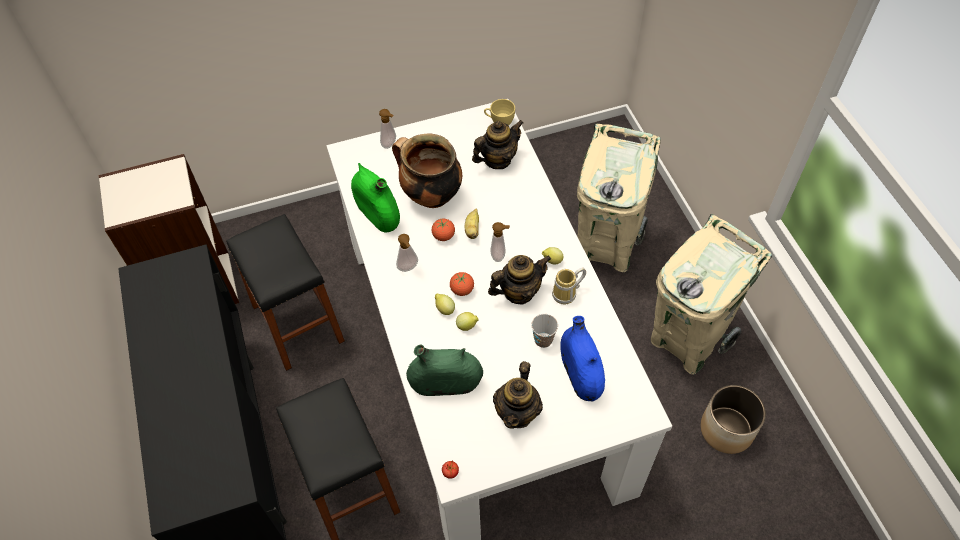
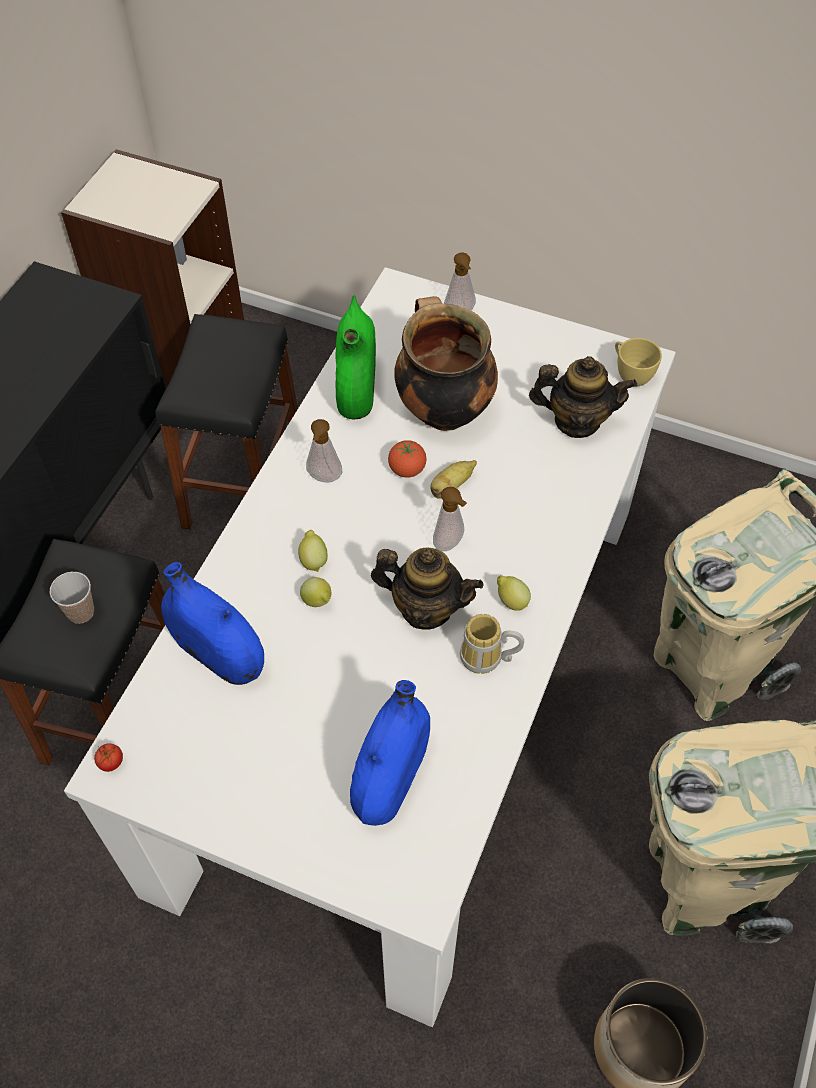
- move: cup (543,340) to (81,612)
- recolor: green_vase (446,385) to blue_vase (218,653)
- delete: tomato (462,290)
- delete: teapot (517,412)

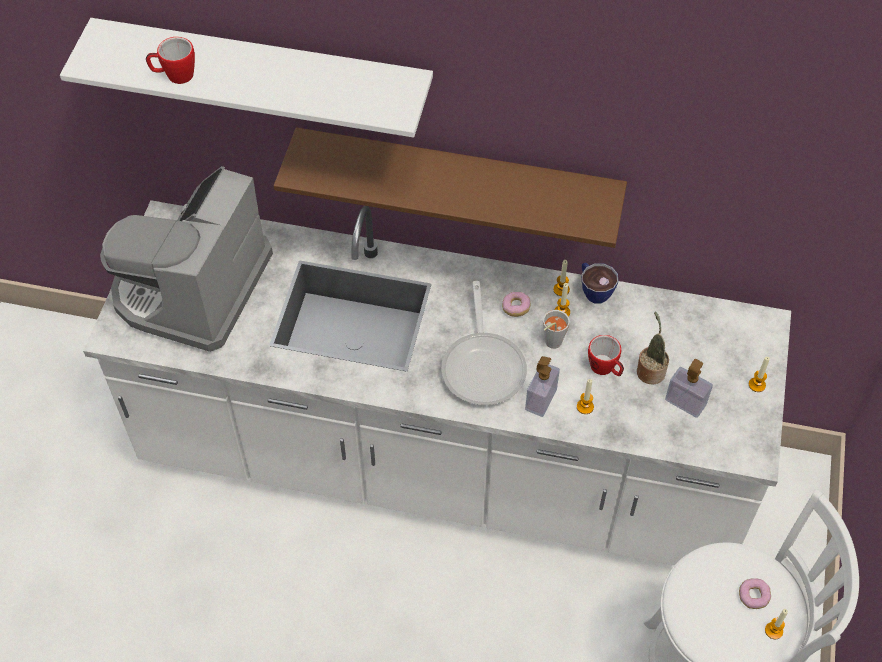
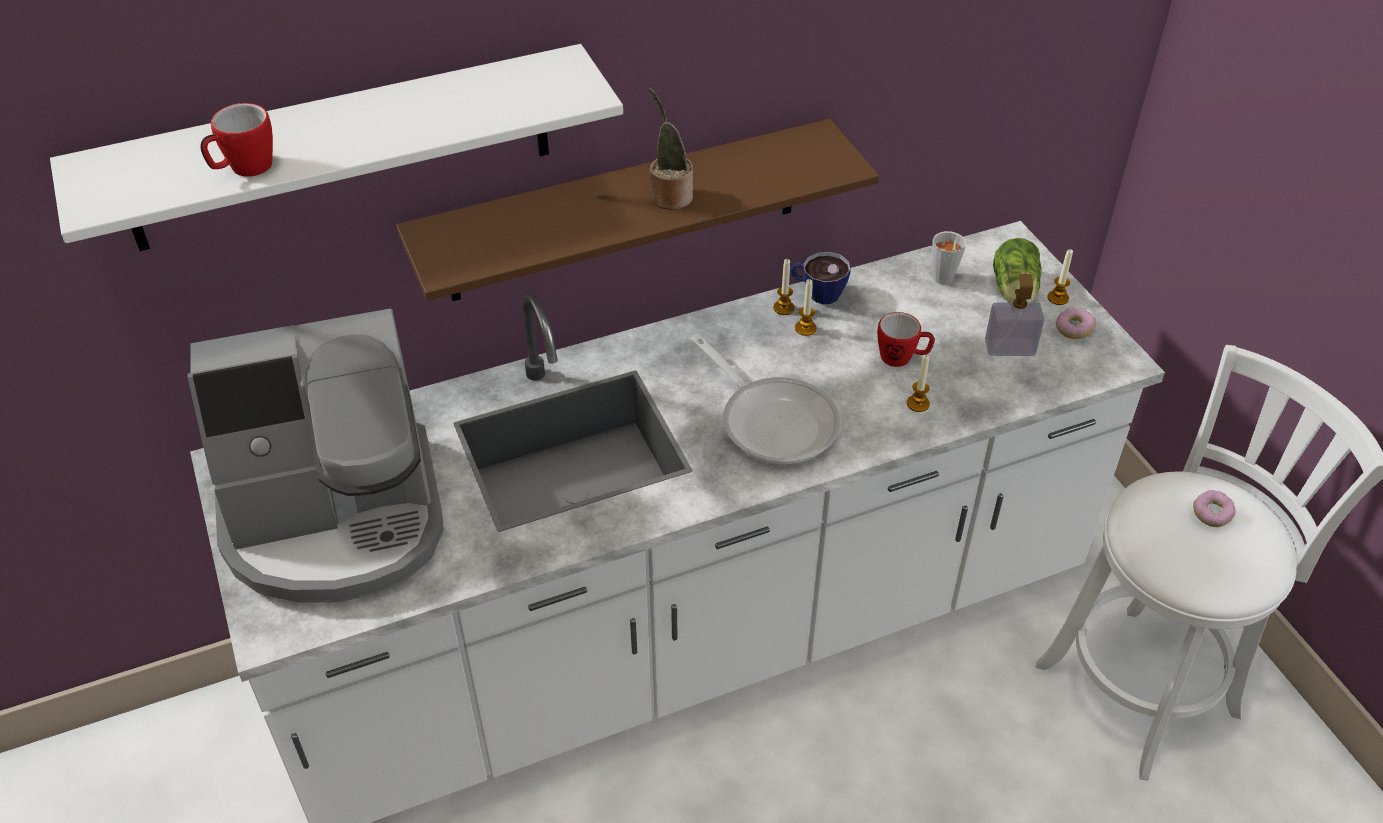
- rotate: coffee_machine (192,288) = (336,520) 90 degrees counterclockwise
- move: potted_plant (650,370) to (669,196)
- move: grey_cup (550,344) to (942,281)
- insert: lettuce (1014,293)
- move: donut (516,308) to (1074,330)
- delete: soap_dispenser (541,399)
- delete: candle (773,630)

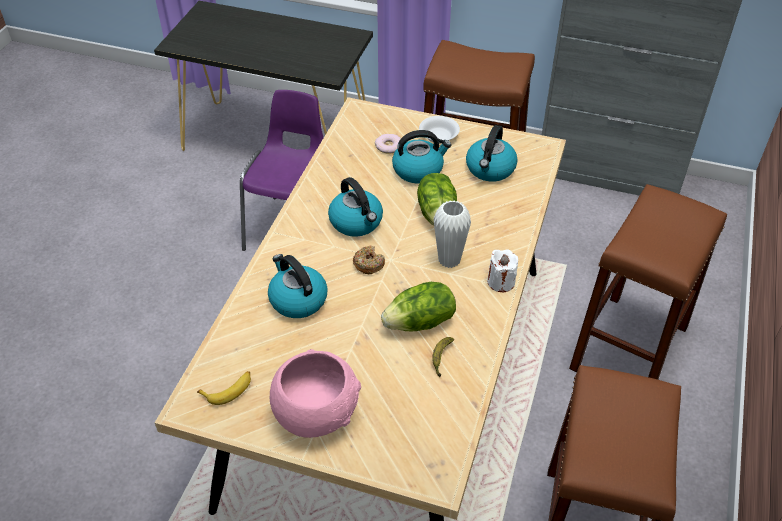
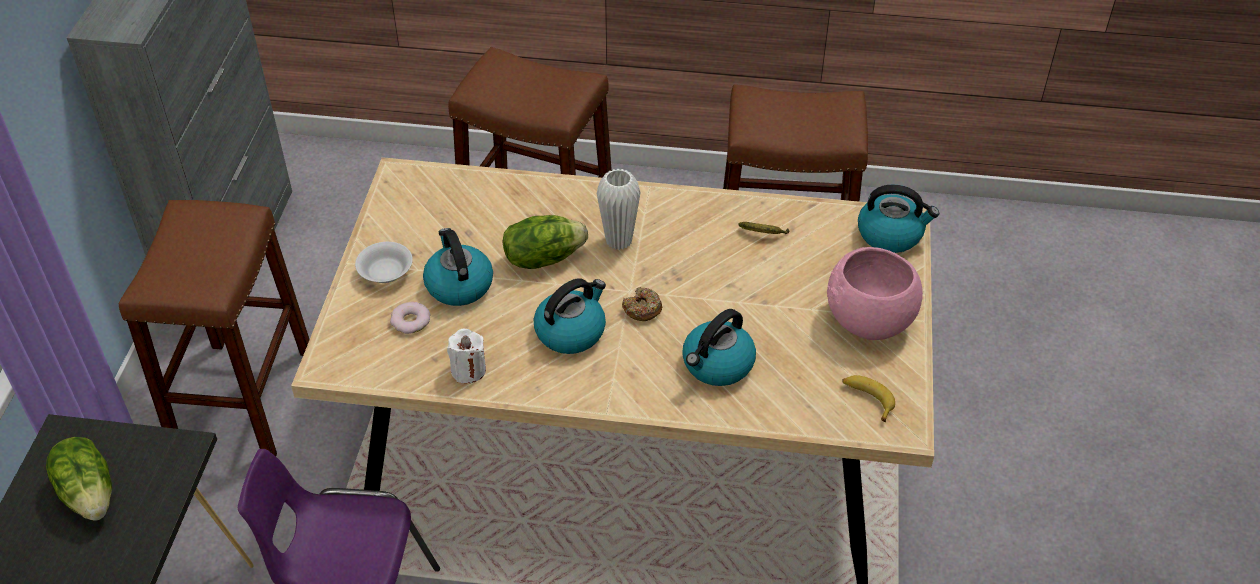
- move: lettuce (420,322) to (90,493)
- move: white_candle (501,282) to (468,370)
- move: kettle (490,169) to (891,234)

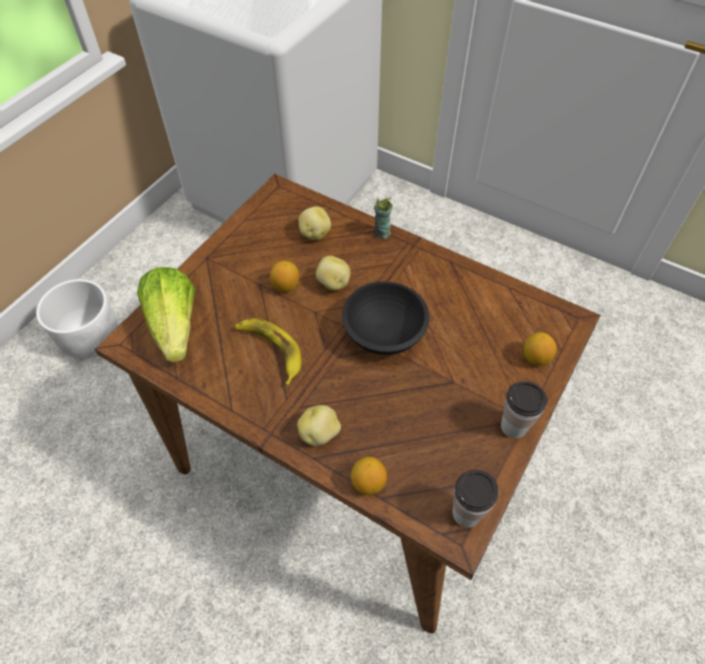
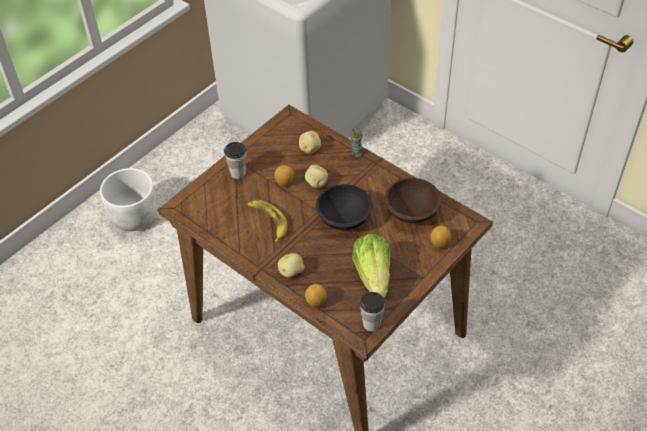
- move: cup (513,426) to (238,173)
- move: lettuce (175,326) to (373,275)
- insert: brown_bowl (410,211)

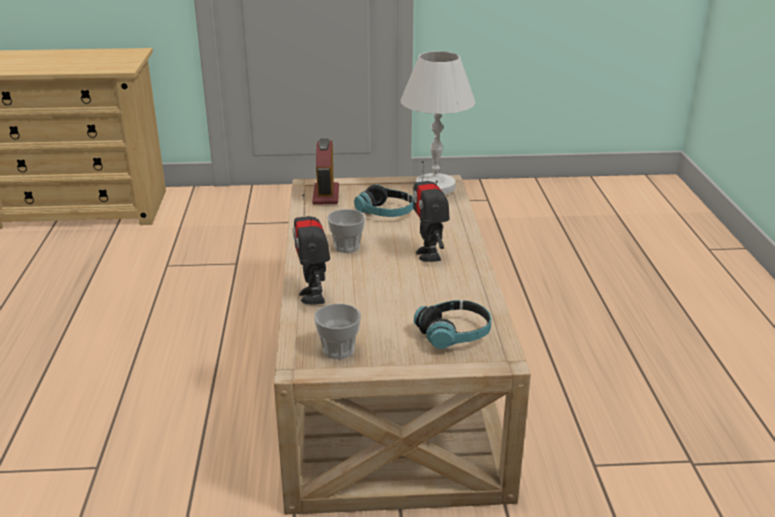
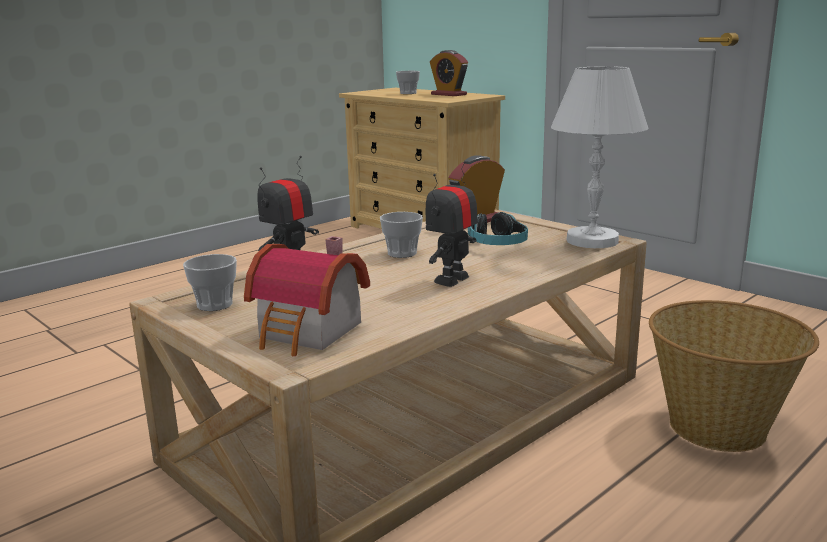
- replace: headphones (454,334) to toy_house (309,332)
- insert: cup (408,93)
- insert: alarm_clock (448,94)
- insert: basket (718,426)

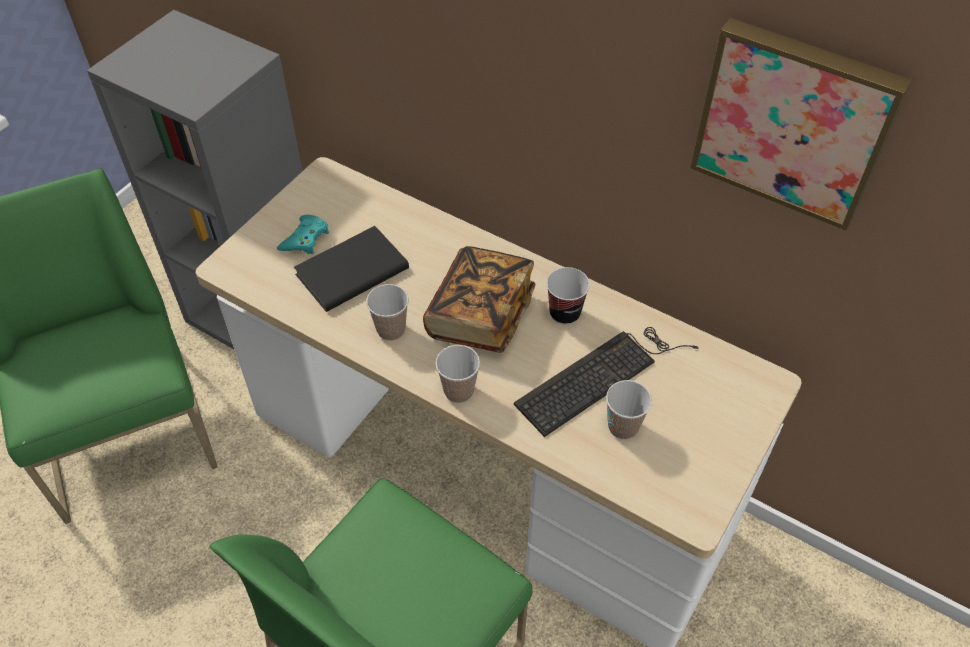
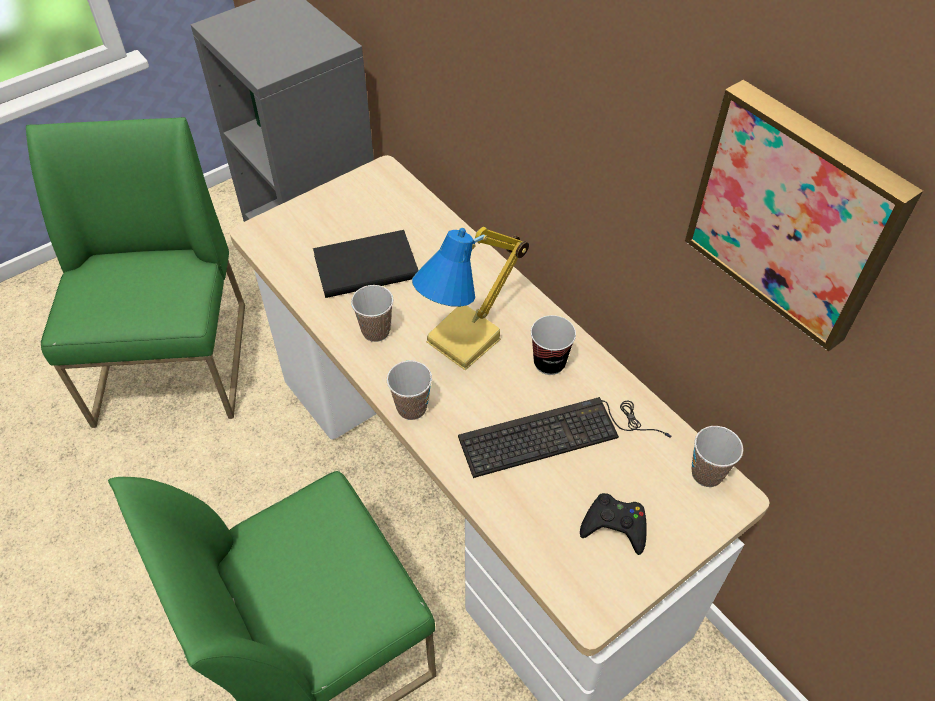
- replace: book (480,315) to table_lamp (466,341)
- insert: black_game_controller (615,526)
- move: cup (623,427) to (707,474)
- delete: turquoise_game_controller (305,239)

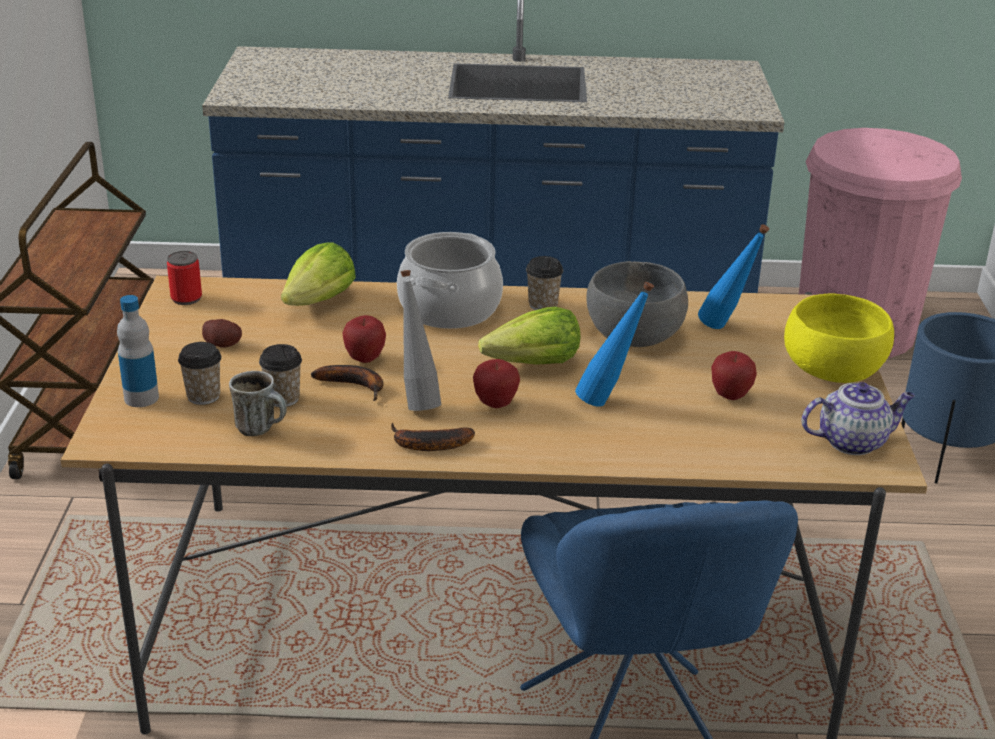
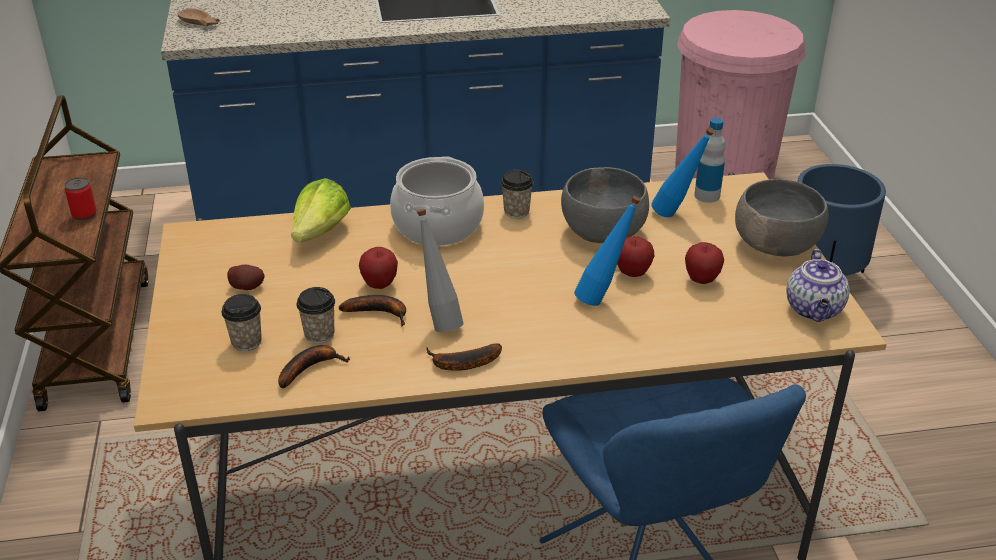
- move: can (186,298) to (84,214)
- insert: brown_bowl (199,23)
- replace: mug (262,429) to banana (310,368)
- move: apple (495,404) to (632,273)
- move: bottle (141,398) to (707,195)
- recolor: yellow_bowl (832,371) to grey_bowl (775,245)
- rotate: teapot (853,442) = (814,310) 120 degrees clockwise
- delete: lettuce (534,364)

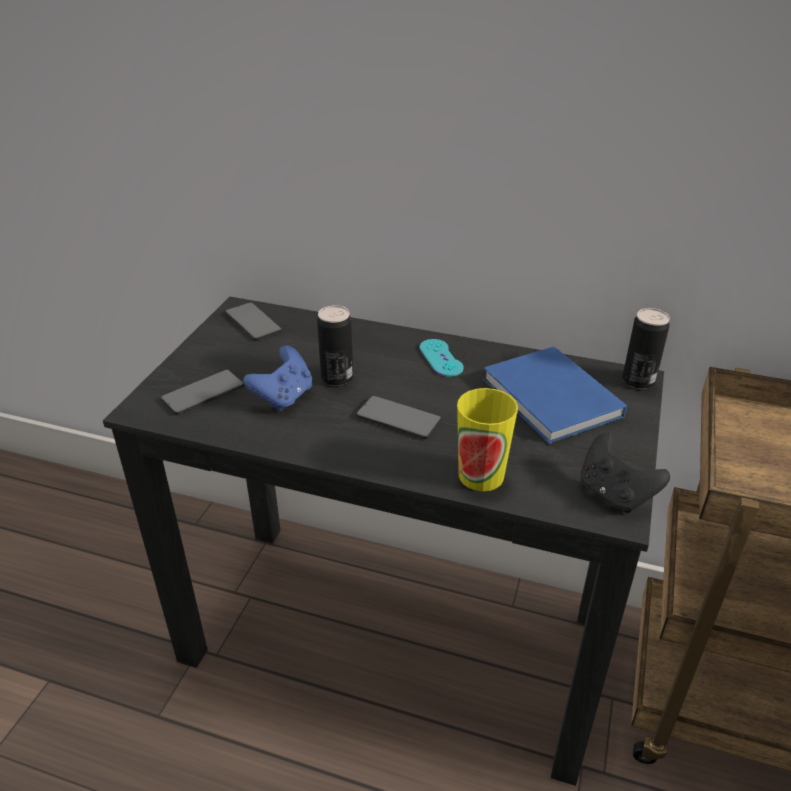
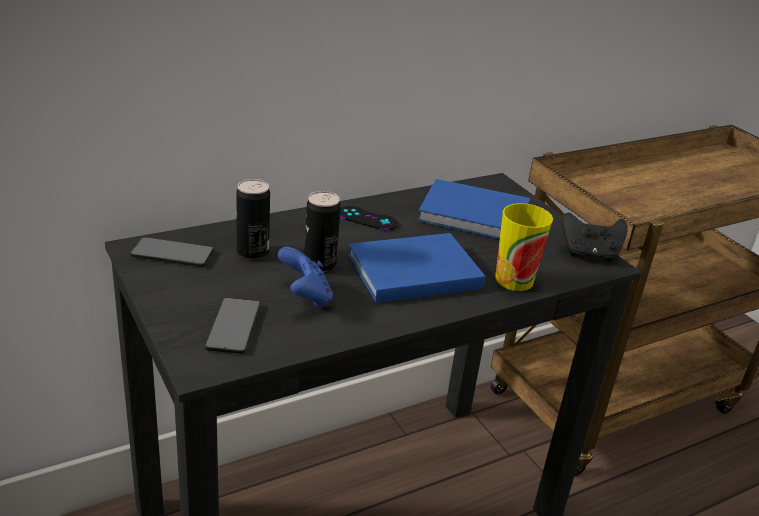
- move: can (638,380) to (252,252)
- recolor: turquoise_game_controller (441,358) to black_game_controller (367,218)
- replace: phone (398,418) to blue_book (410,271)

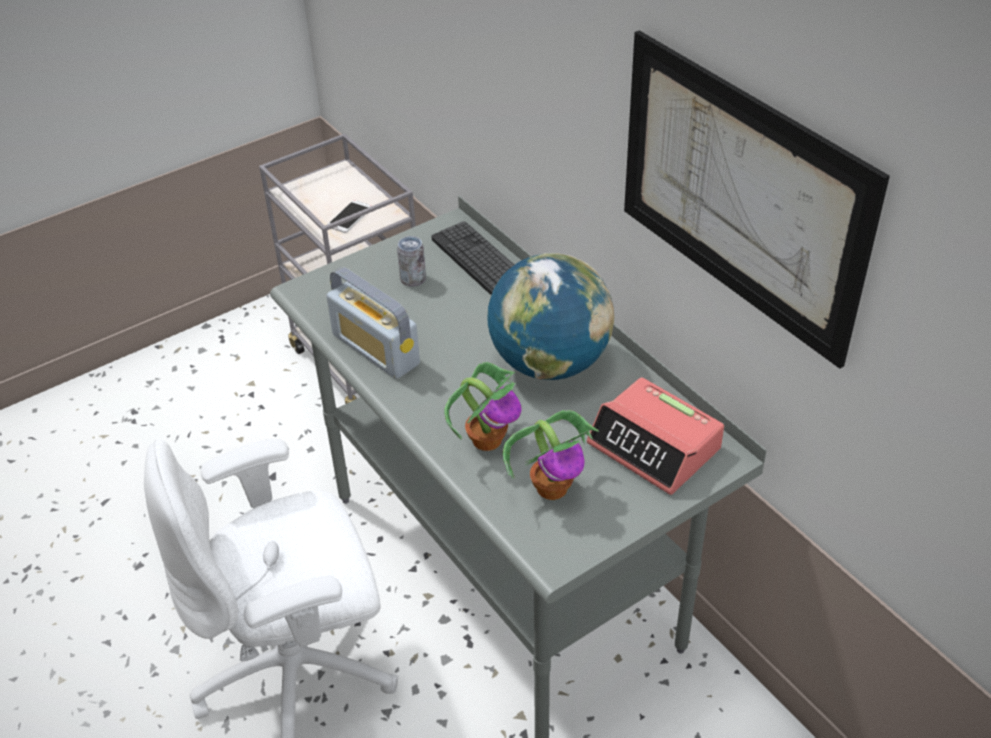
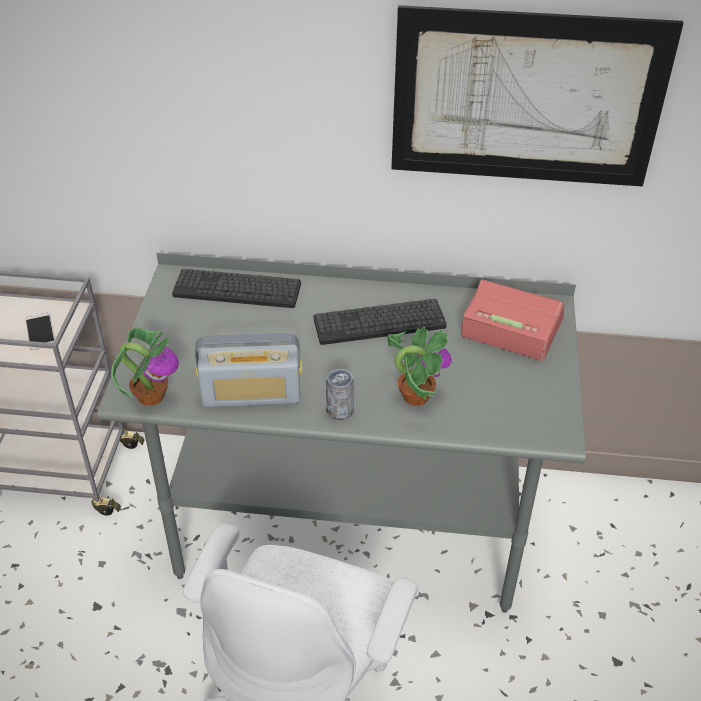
- move: potted_plant (552,487) to (151,395)
- replace: globe (550,363) to keyboard (379,323)
- move: can (413,279) to (340,411)
- rotate: alarm_clock (655,446) = (511,328) 150 degrees counterclockwise

